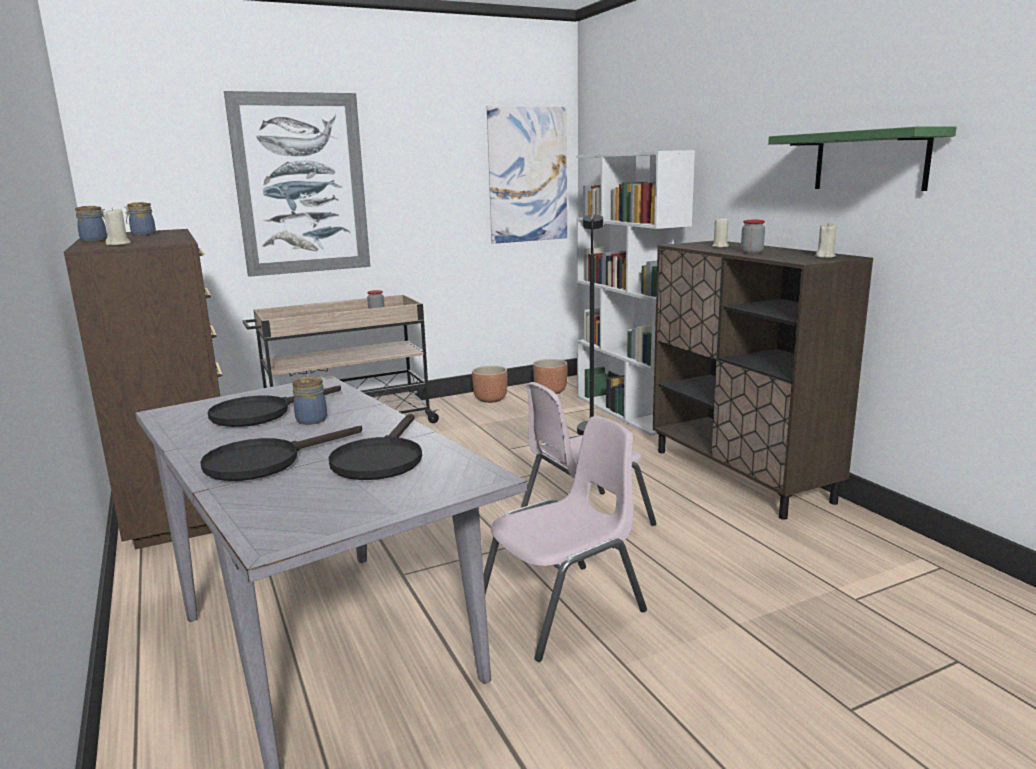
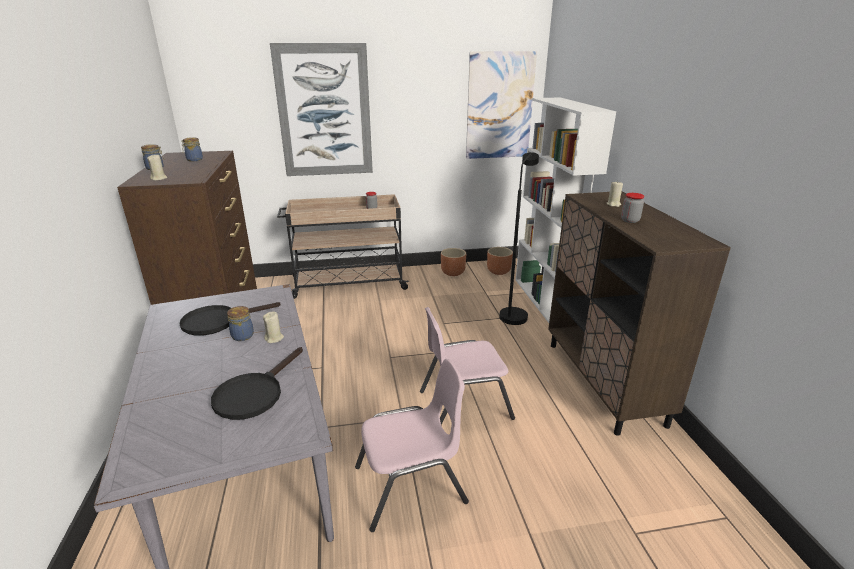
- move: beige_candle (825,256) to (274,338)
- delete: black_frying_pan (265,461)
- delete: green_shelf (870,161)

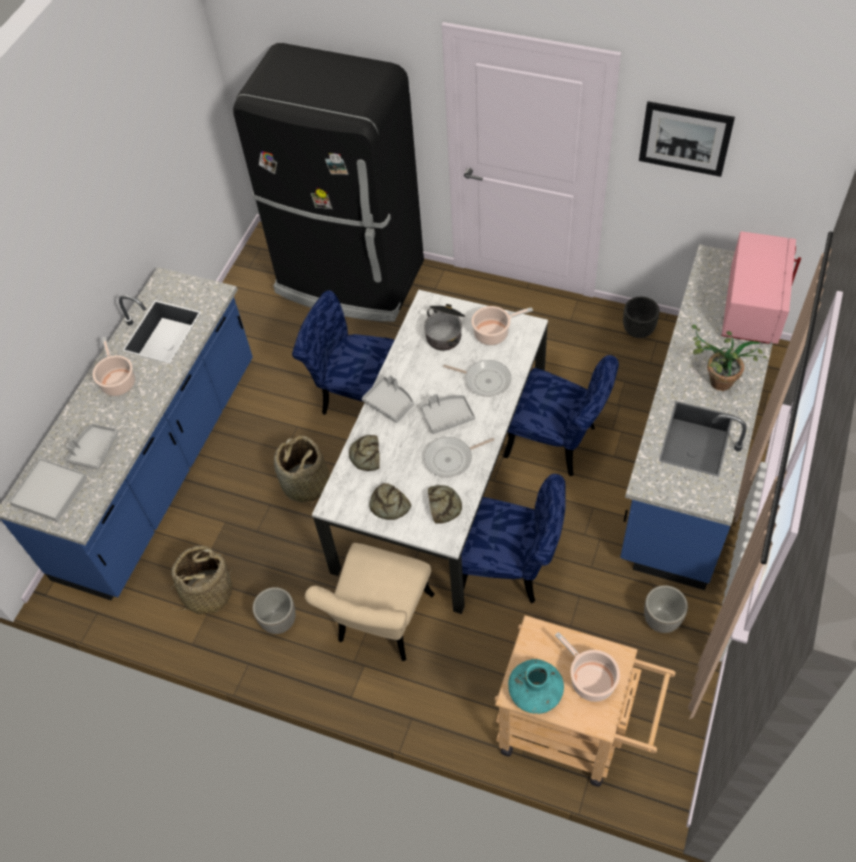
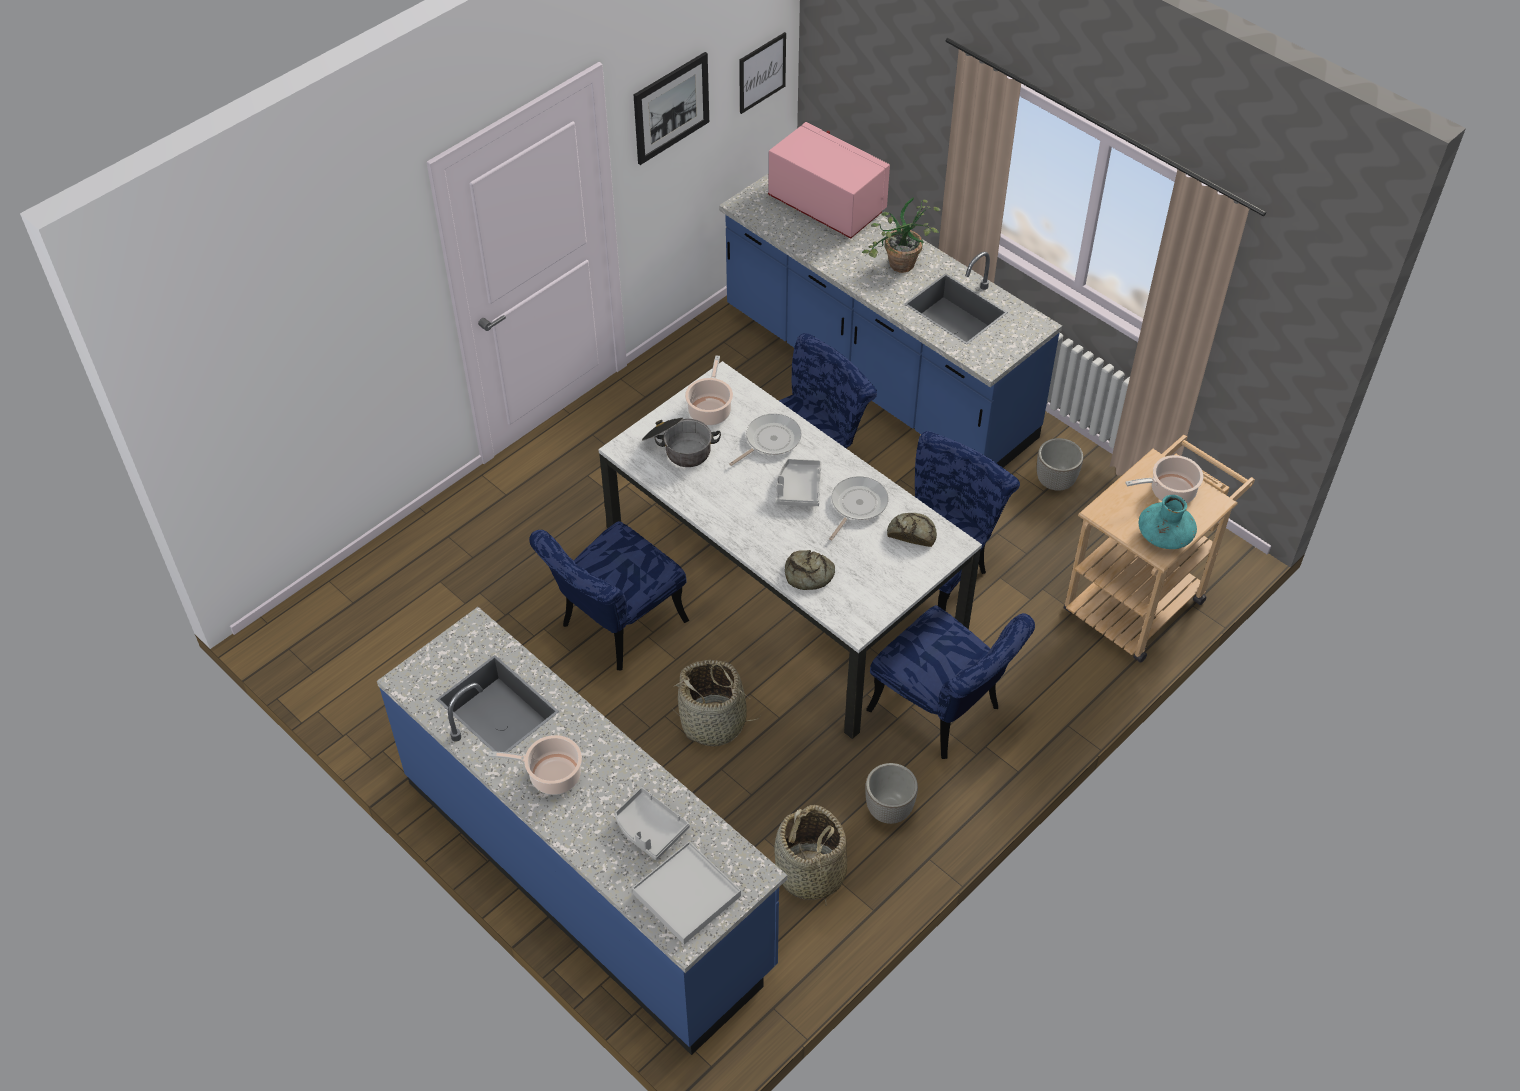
- insert: picture (762,72)
- rotate: frying_pan (451,459) = (857,505) 150 degrees counterclockwise
- recolor: beige_chair (380,625) to blue_chair (943,714)
- delete: black_fridge (350,279)
- delete: grey_tray (390,403)
- delete: bread (389,505)
- delete: black_planter (638,330)

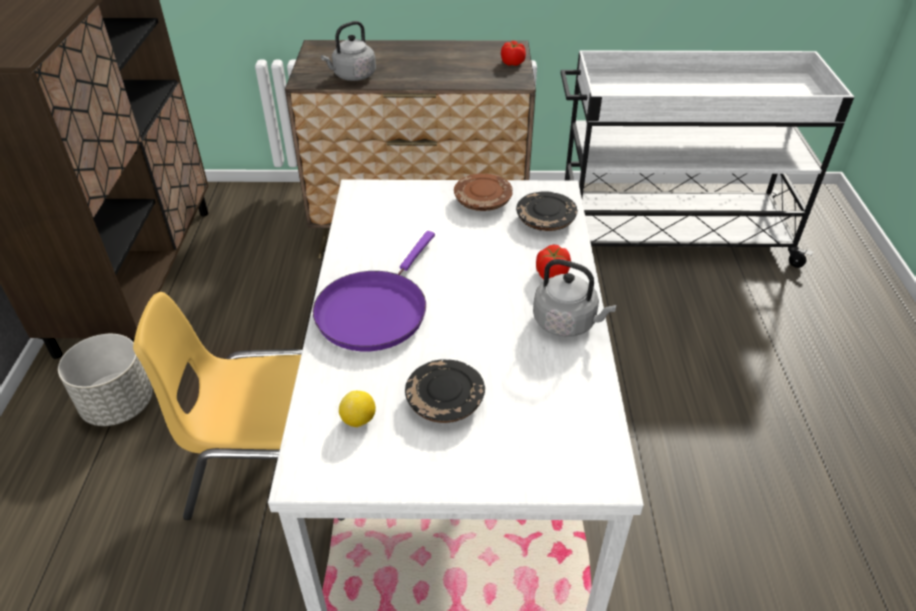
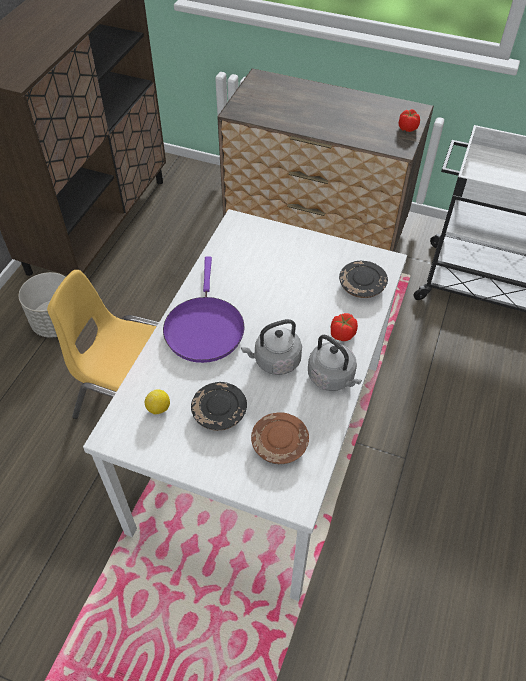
- rotate: purple_frying_pan (374,310) = (204,328) 45 degrees counterclockwise
- move: grey_kettle (352,76) to (275,361)
- move: brown_plate (483,201) to (280,444)

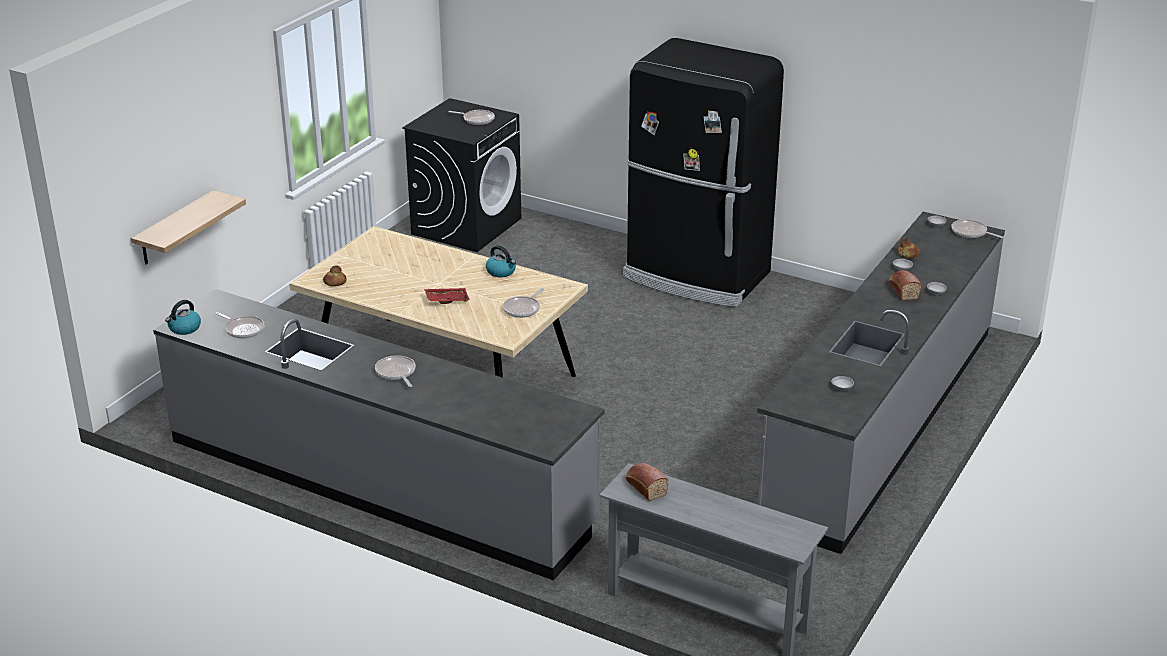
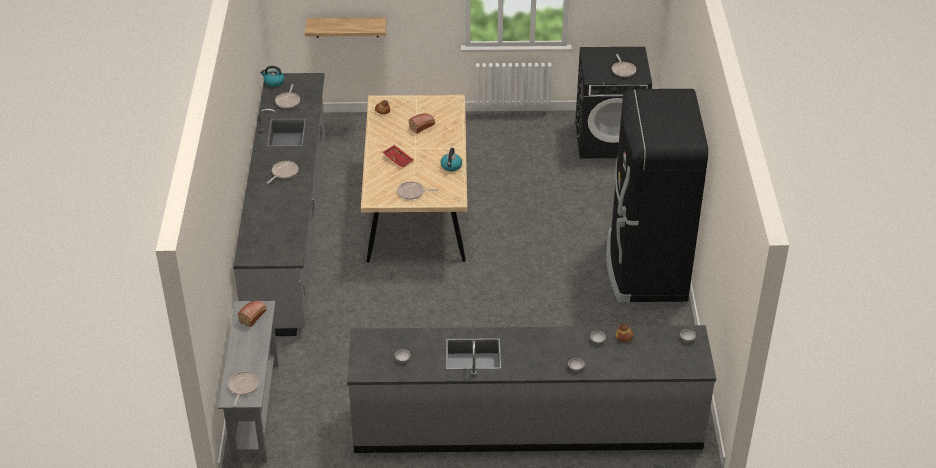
- move: frying_pan (971,232) to (242,387)
- move: bread (902,291) to (422,126)

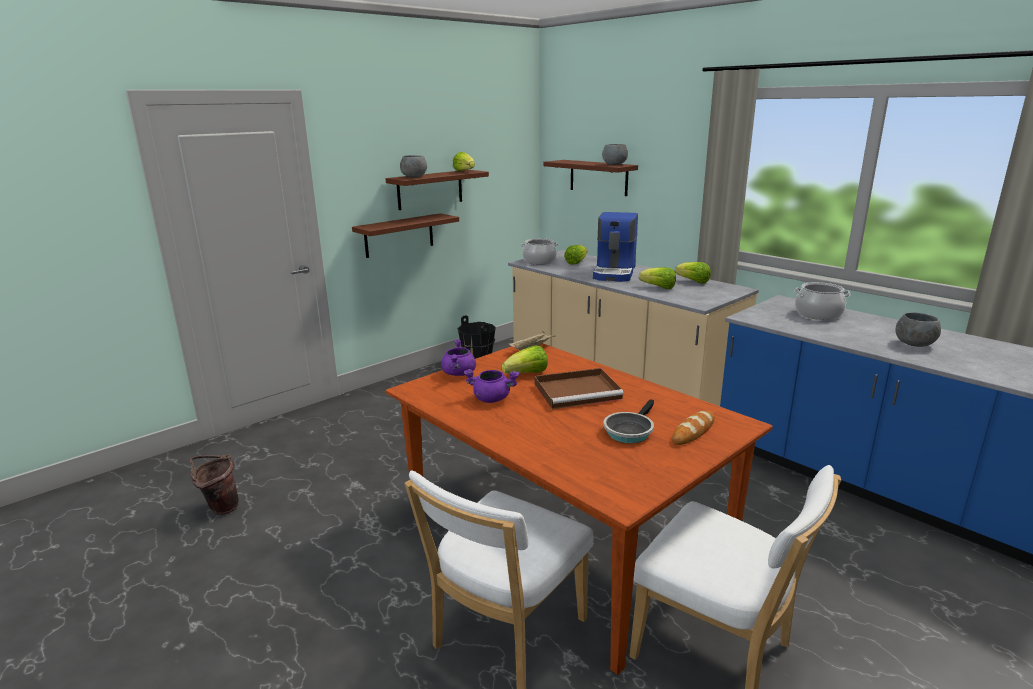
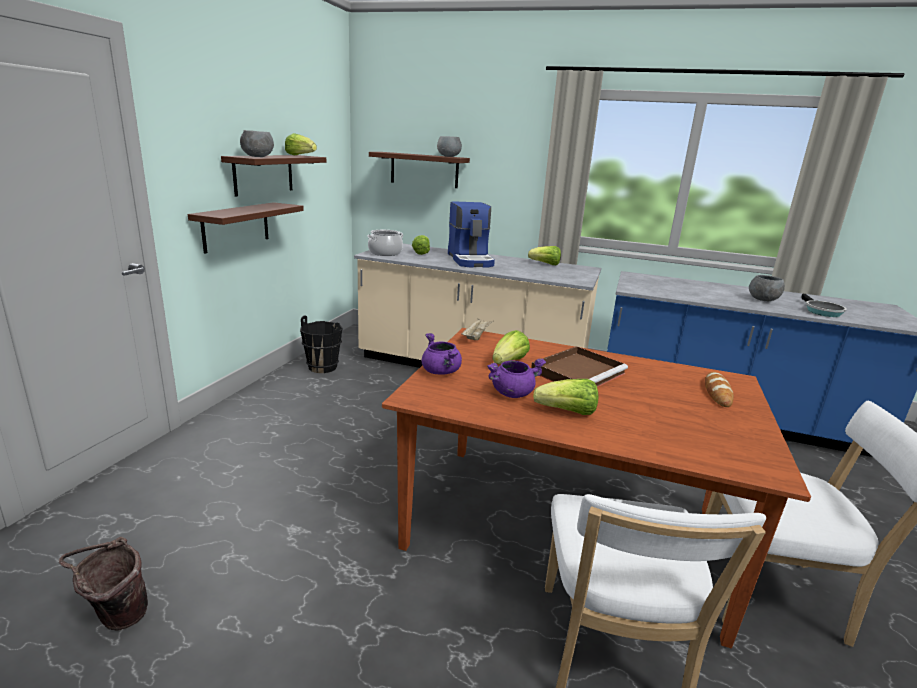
- move: lettuce (658,287) to (567,412)
- move: frying_pan (629,431) to (821,311)
- delete: cooking_pot (818,314)

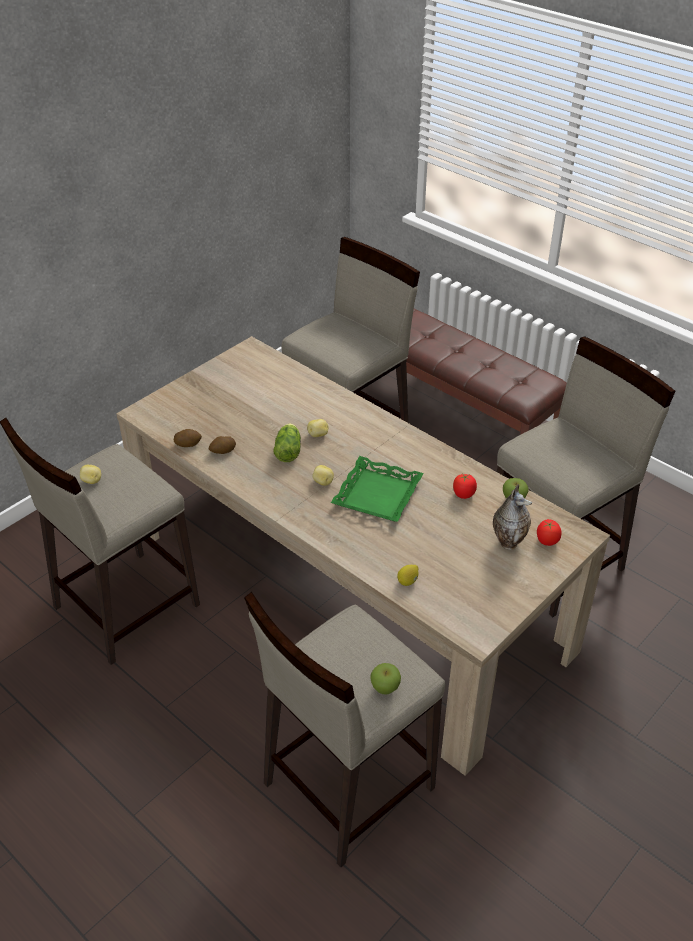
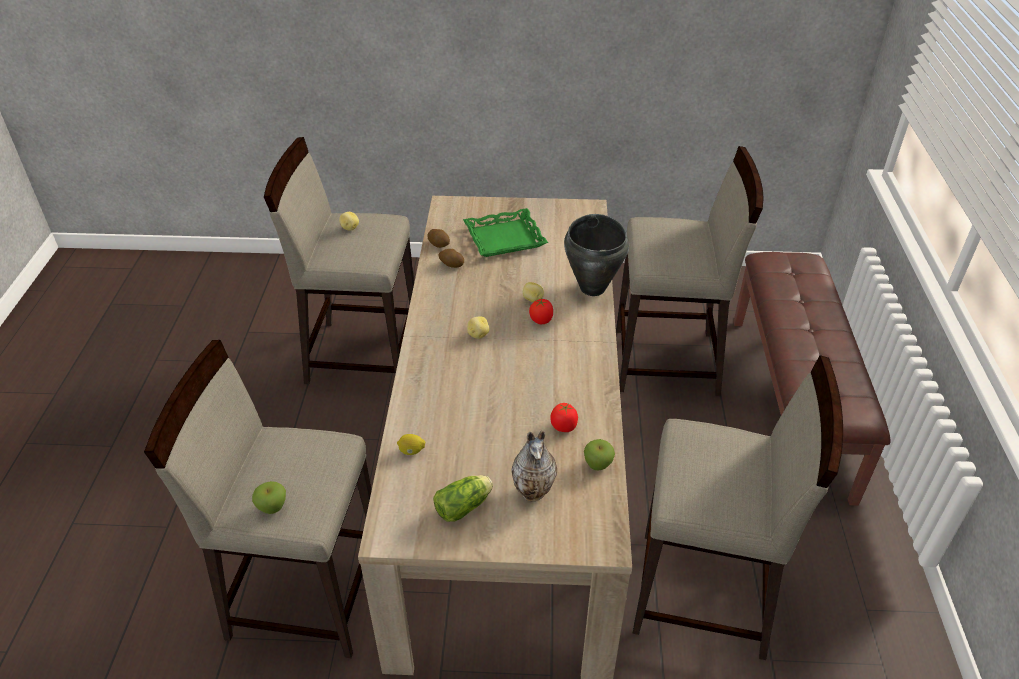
- move: lettuce (288,450) to (465,506)
- move: green_tray (378,495) to (505,238)
- move: tomato (547,541) to (541,320)
- insert: black_cooking_pot (593,288)

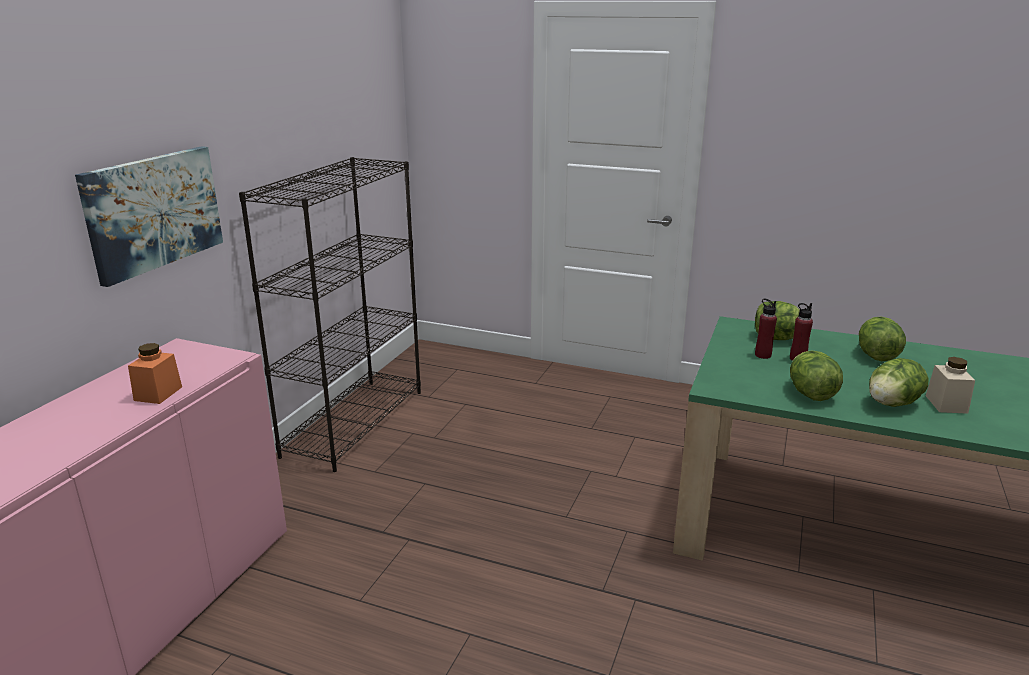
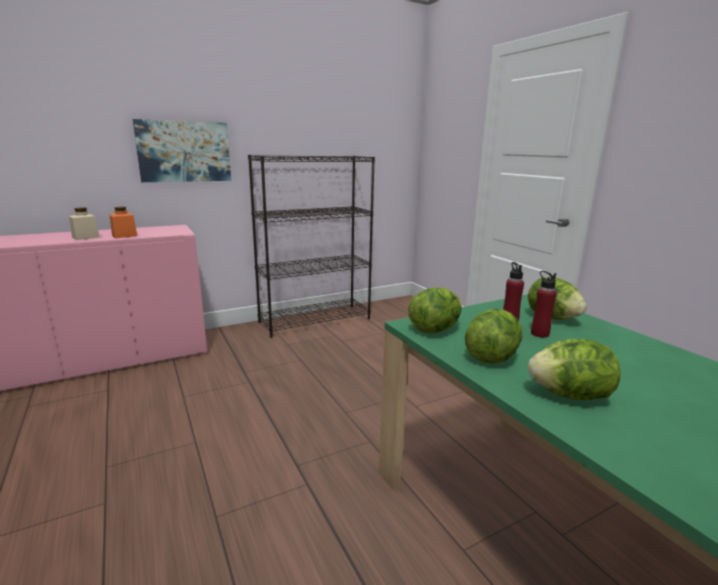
- move: beige_jar (946,404) to (86,237)
- move: lettuce (876,356) to (434,329)

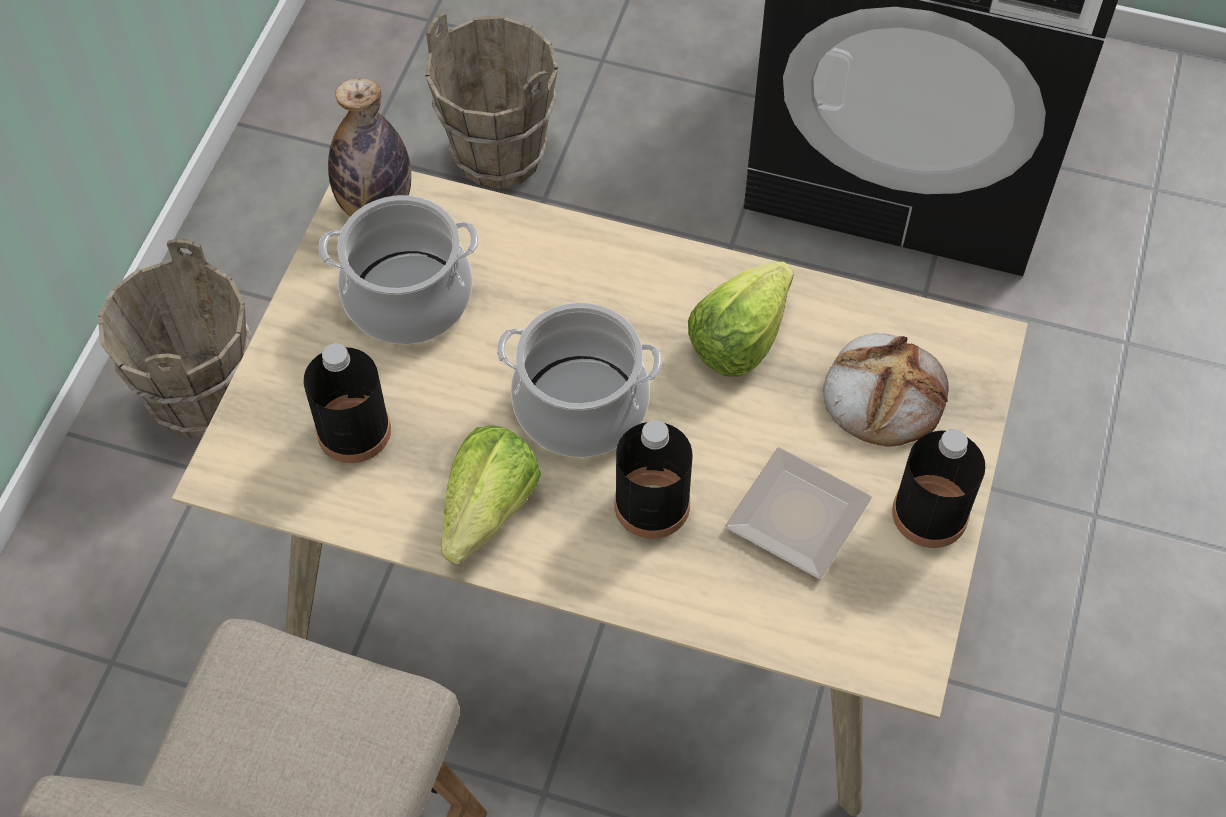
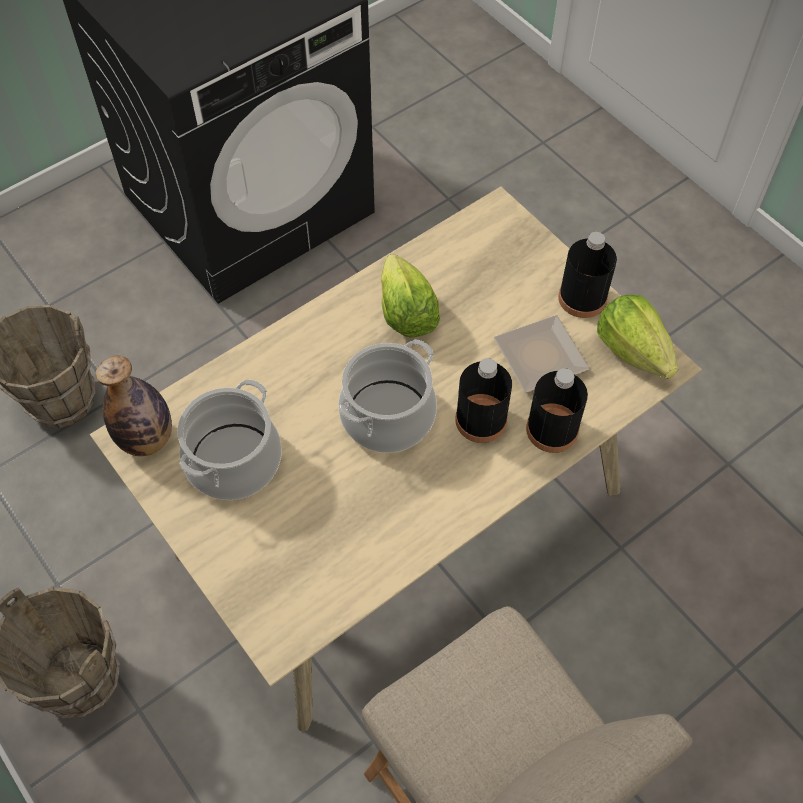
- move: black_bottle (354,431) to (552,429)
- move: lettuce (488,510) to (633,350)
- delete: bread (883,393)

